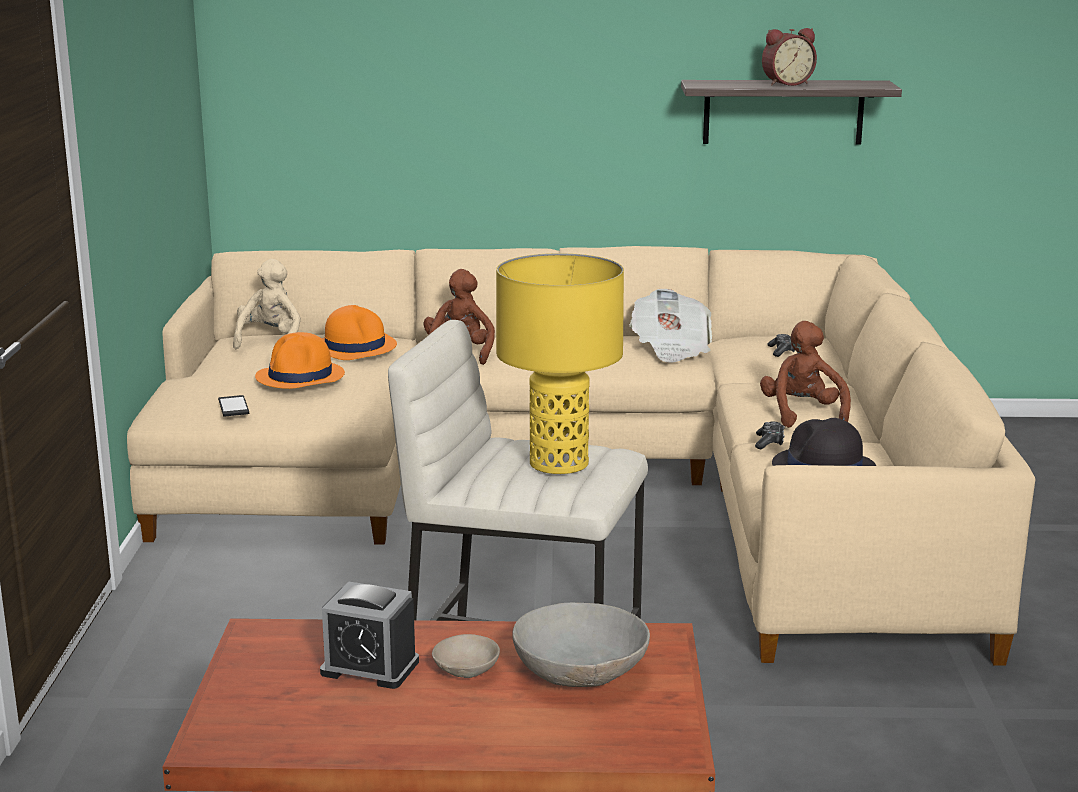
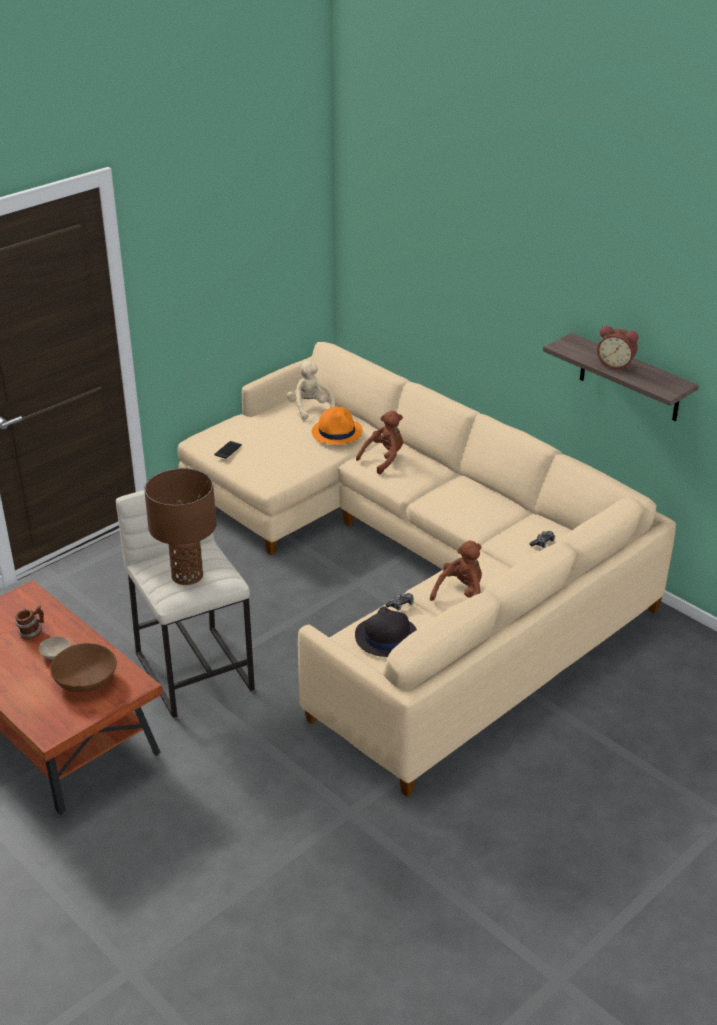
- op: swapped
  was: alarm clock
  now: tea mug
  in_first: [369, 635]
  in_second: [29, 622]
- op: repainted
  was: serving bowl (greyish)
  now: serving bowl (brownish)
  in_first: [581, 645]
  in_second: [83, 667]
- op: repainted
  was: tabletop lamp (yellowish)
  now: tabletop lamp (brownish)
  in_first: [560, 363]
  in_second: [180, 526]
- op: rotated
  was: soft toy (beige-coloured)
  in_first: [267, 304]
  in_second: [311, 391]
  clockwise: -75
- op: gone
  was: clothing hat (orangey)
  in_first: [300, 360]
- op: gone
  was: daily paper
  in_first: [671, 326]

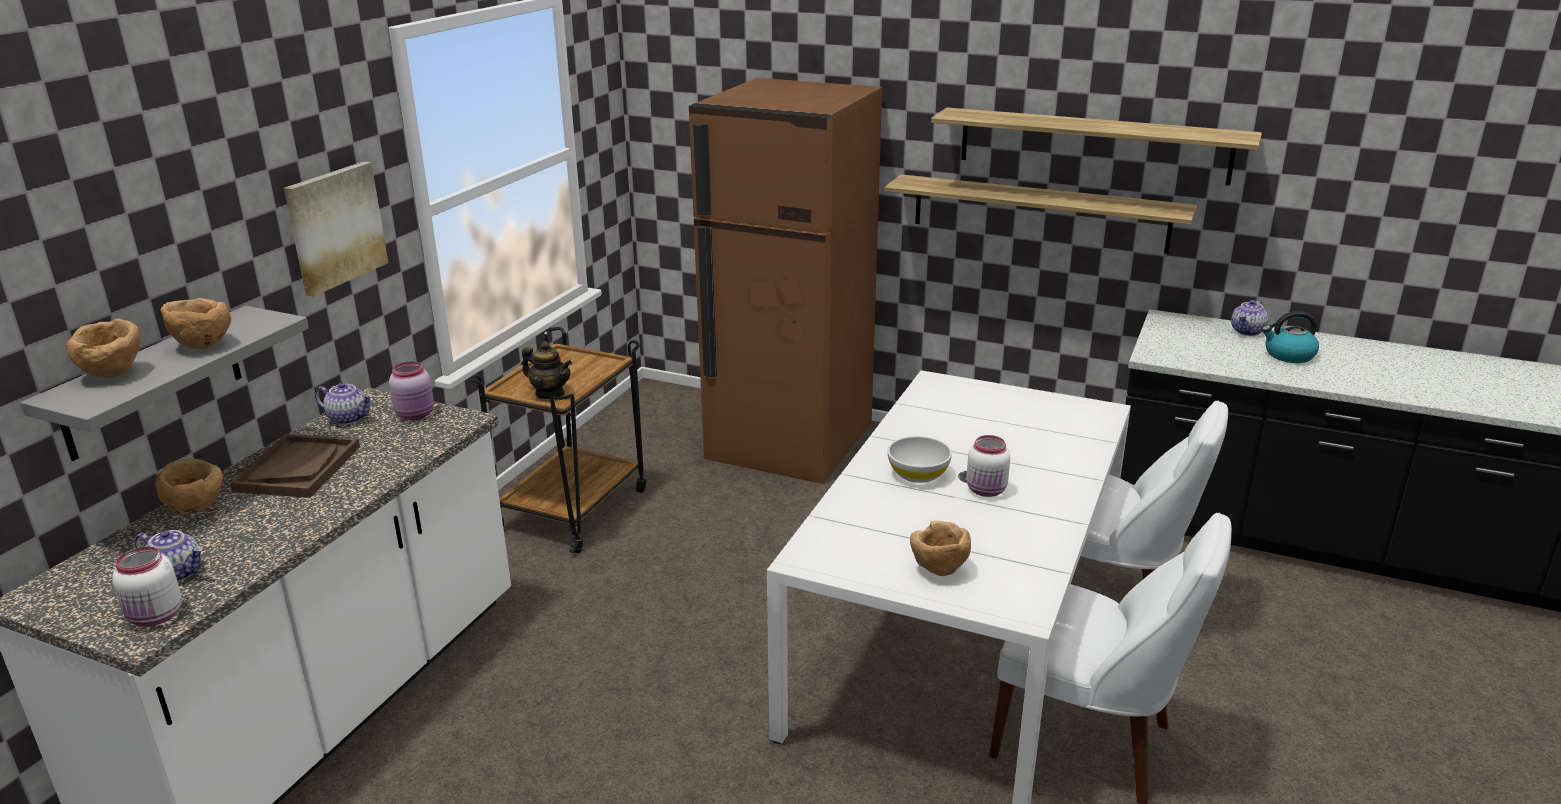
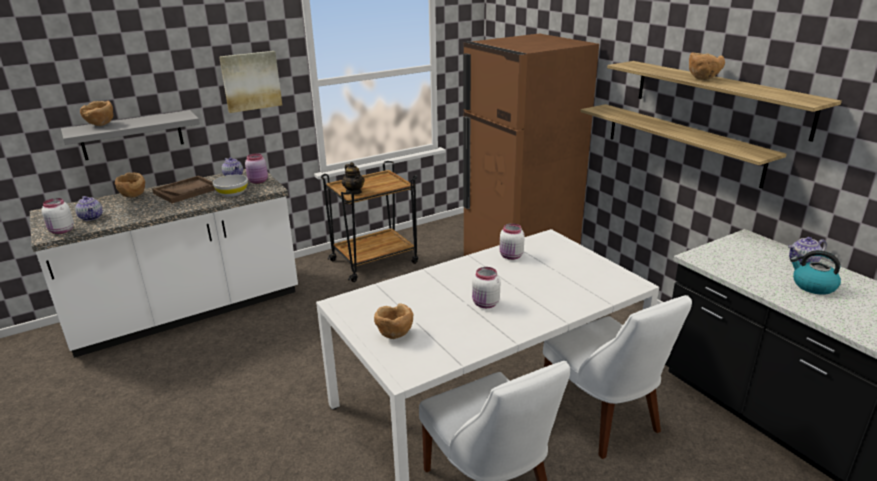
- op: shifted
  was: serving bowl (whitish)
  in_first: [919, 459]
  in_second: [230, 186]
- op: new
  now: jar (whitish)
  in_second: [512, 241]
- op: shifted
  was: serving bowl (brownish)
  in_first: [196, 323]
  in_second: [707, 66]

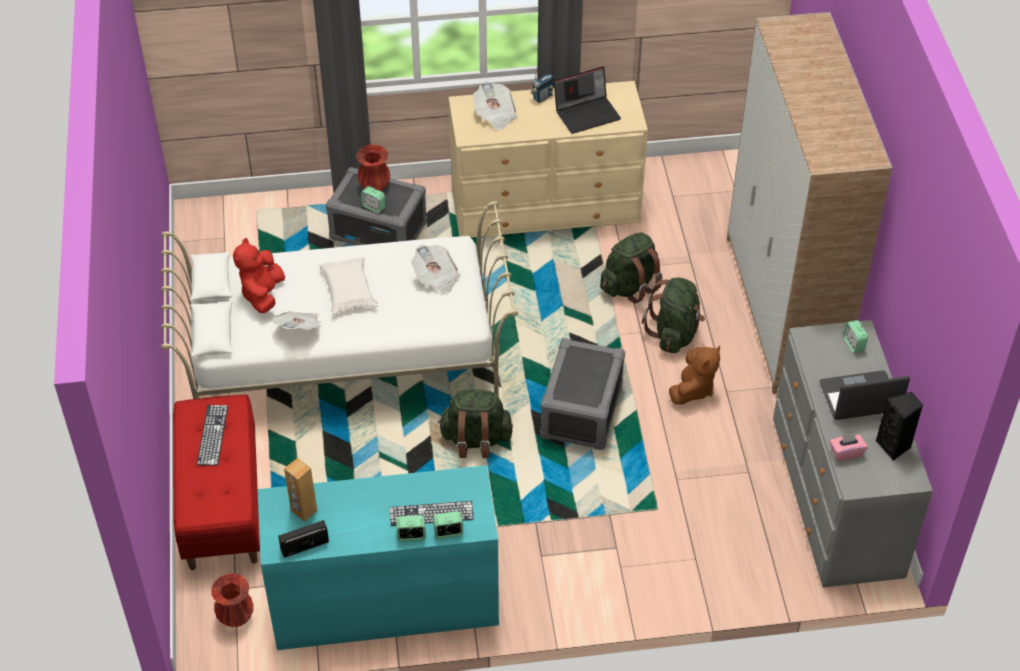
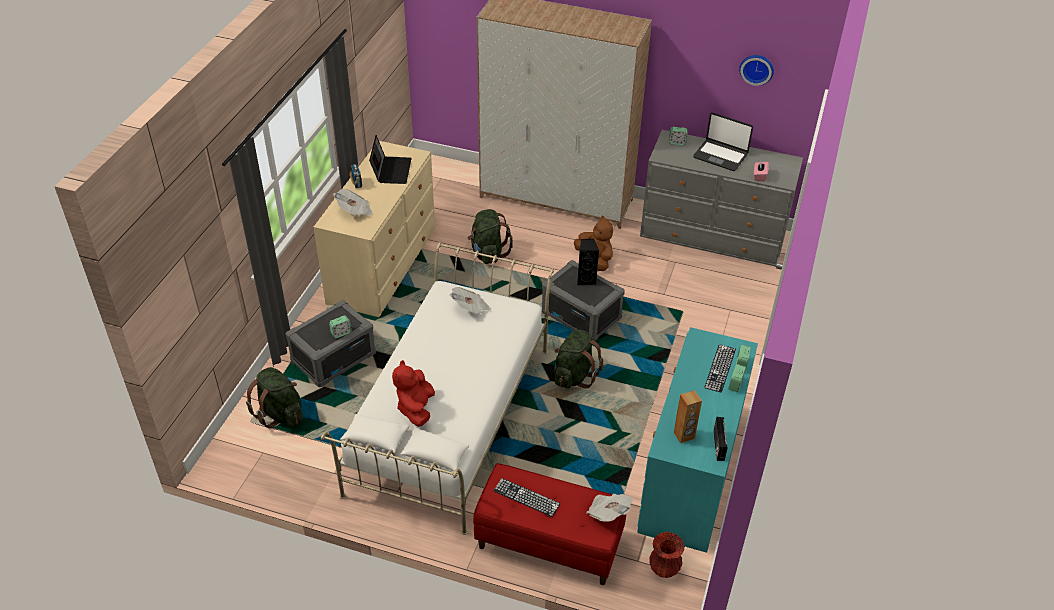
- op: shifted
  was: knapsack (green)
  in_first: [673, 315]
  in_second: [274, 397]
- op: rotated
  was: soft toy (red)
  in_first: [259, 275]
  in_second: [413, 393]
  clockwise: 60
- op: shifted
  was: audio speaker (black-coloured)
  in_first: [899, 426]
  in_second: [588, 262]
- op: shifted
  was: daily paper
  in_first: [296, 320]
  in_second: [609, 508]
- op: rotated
  was: portable computer
  in_first: [865, 395]
  in_second: [723, 141]
  clockwise: -75
- op: new
  now: hanging clock
  in_second: [756, 70]
- op: gone
  was: throw pillow (whitish)
  in_first: [348, 286]
- op: gone
  was: decorative vase (red)
  in_first: [373, 168]

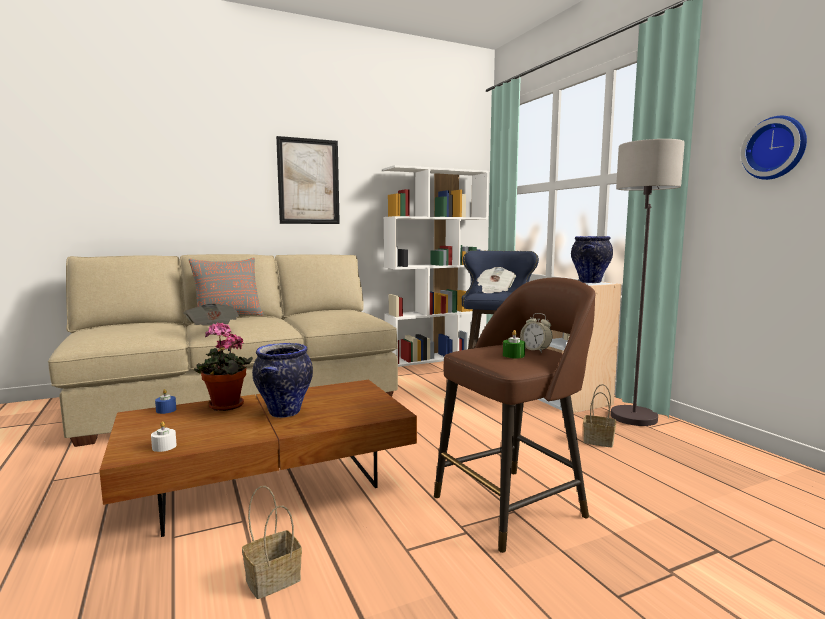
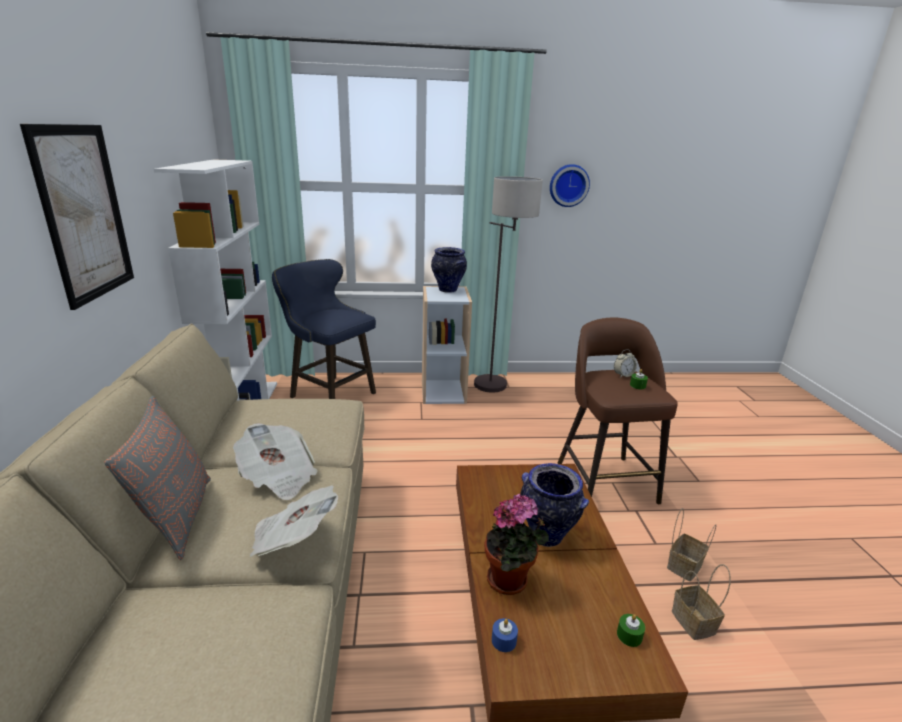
- op: shifted
  was: daily paper
  in_first: [496, 280]
  in_second: [275, 461]
- op: repainted
  was: wax light (whitish)
  now: wax light (green)
  in_first: [164, 436]
  in_second: [631, 630]
- op: shifted
  was: household basket
  in_first: [599, 416]
  in_second: [691, 544]

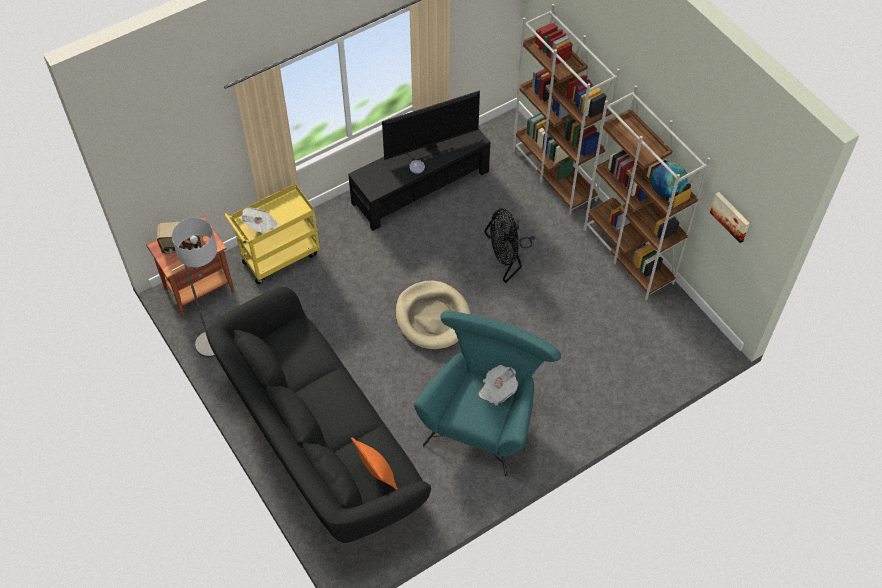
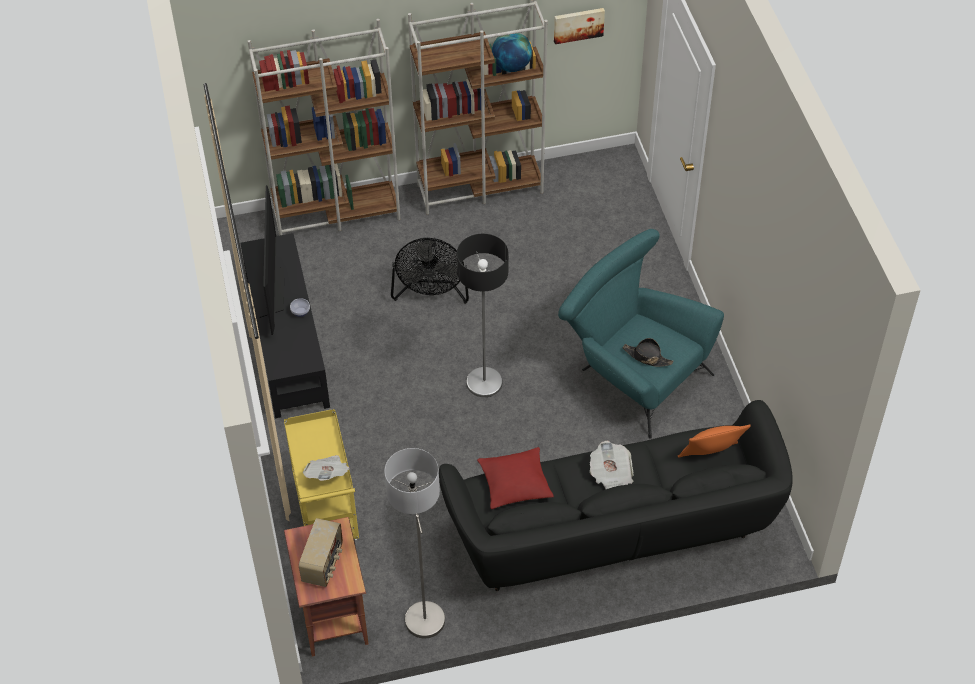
- op: swapped
  was: dog cushion (beige-coloured)
  now: standard lamp
  in_first: [433, 315]
  in_second: [482, 315]
- op: new
  now: throw pillow (red)
  in_second: [515, 478]
- op: shifted
  was: daily paper
  in_first: [498, 385]
  in_second: [611, 465]
- op: new
  now: clothing hat (black-coloured)
  in_second: [648, 352]

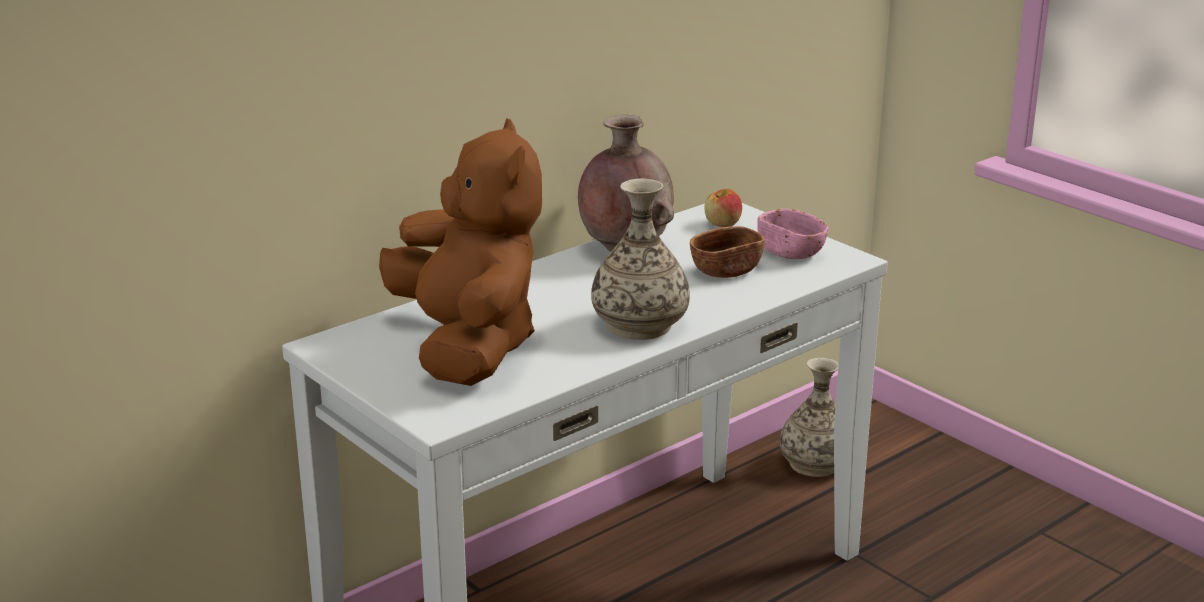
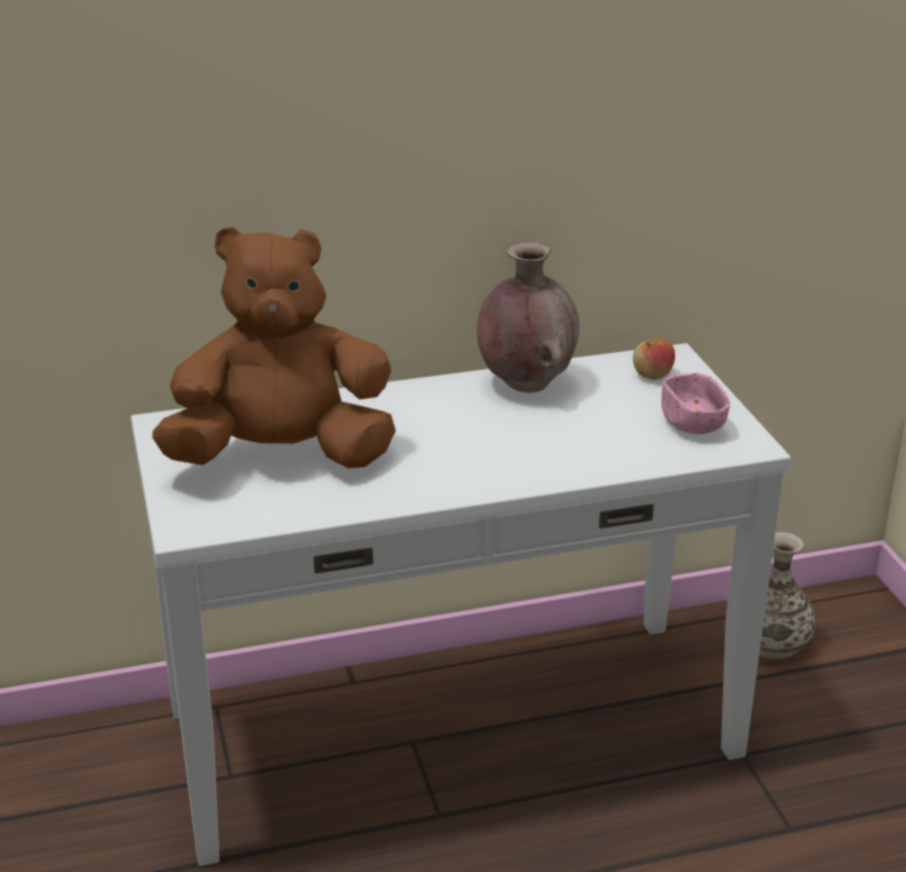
- op: rotated
  was: soft toy (brownish)
  in_first: [460, 252]
  in_second: [274, 347]
  clockwise: -105
- op: gone
  was: decorative vase
  in_first: [640, 259]
- op: gone
  was: serving bowl (brownish)
  in_first: [727, 252]

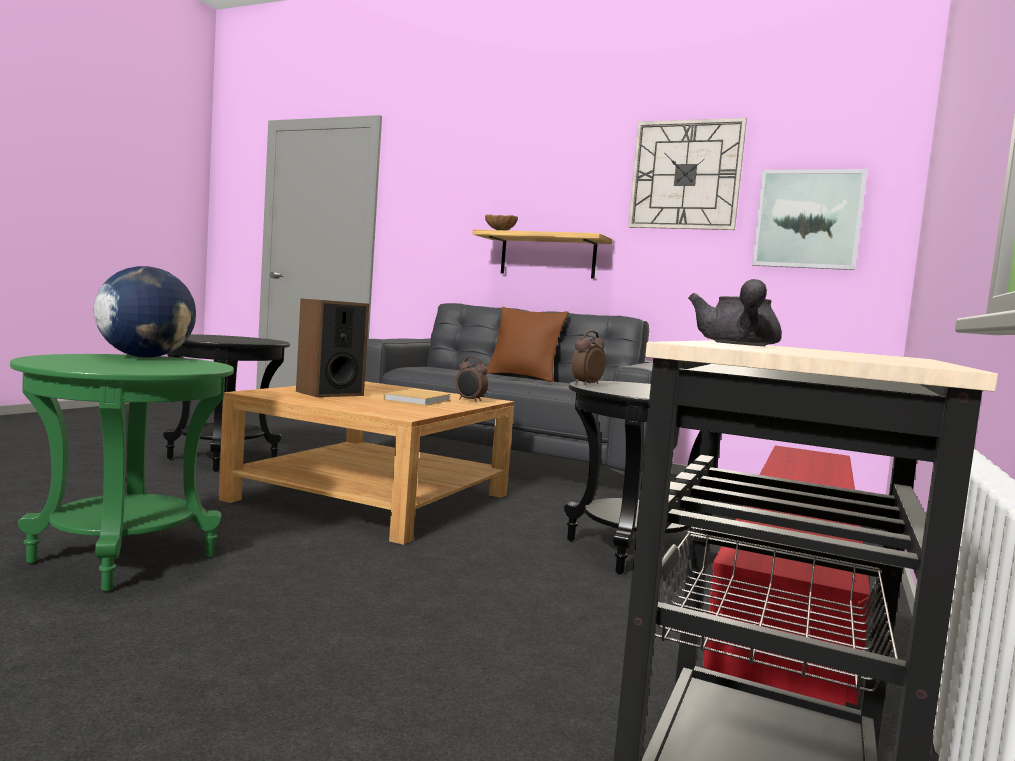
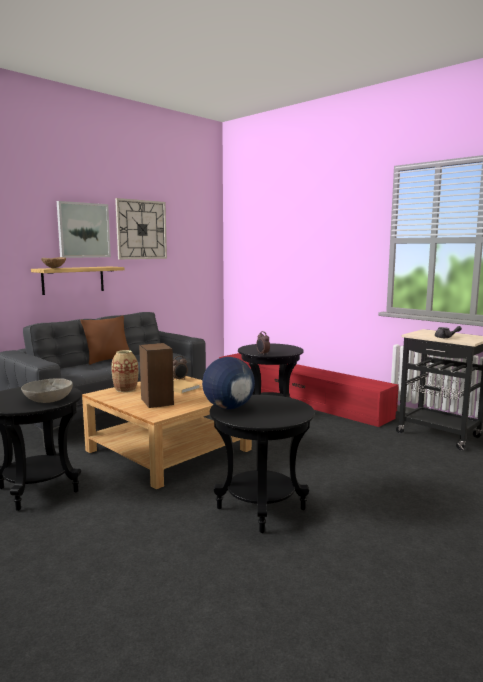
- op: new
  now: serving bowl (greyish)
  in_second: [47, 390]
- op: shifted
  was: wall picture
  in_first: [809, 219]
  in_second: [84, 229]
- op: new
  now: decorative vase
  in_second: [124, 371]
- op: repainted
  was: end table (green)
  now: end table (black-coloured)
  in_first: [122, 473]
  in_second: [262, 464]

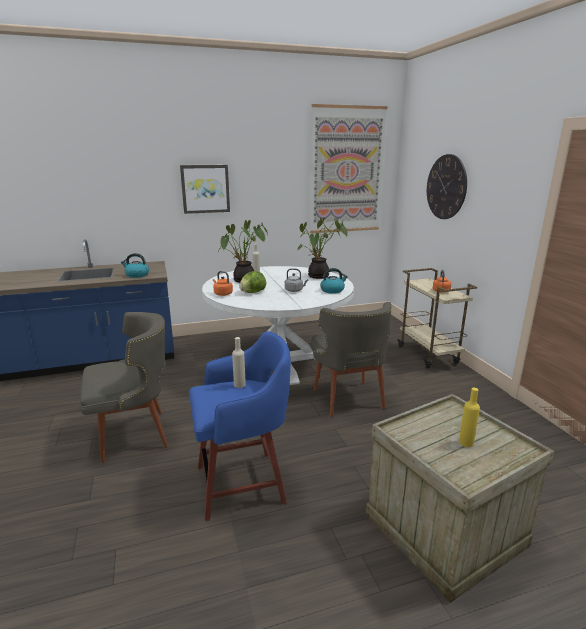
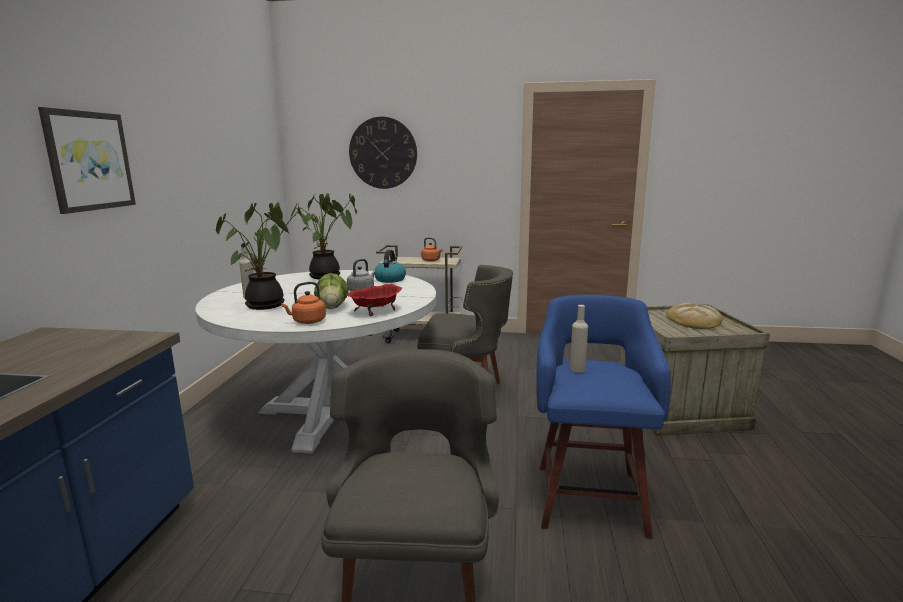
- op: new
  now: serving bowl (red)
  in_second: [374, 300]
- op: swapped
  was: drink bottle (yellowish)
  now: bread
  in_first: [469, 417]
  in_second: [694, 316]
- op: gone
  was: kettle
  in_first: [135, 265]
- op: gone
  was: wall picture
  in_first: [349, 168]

